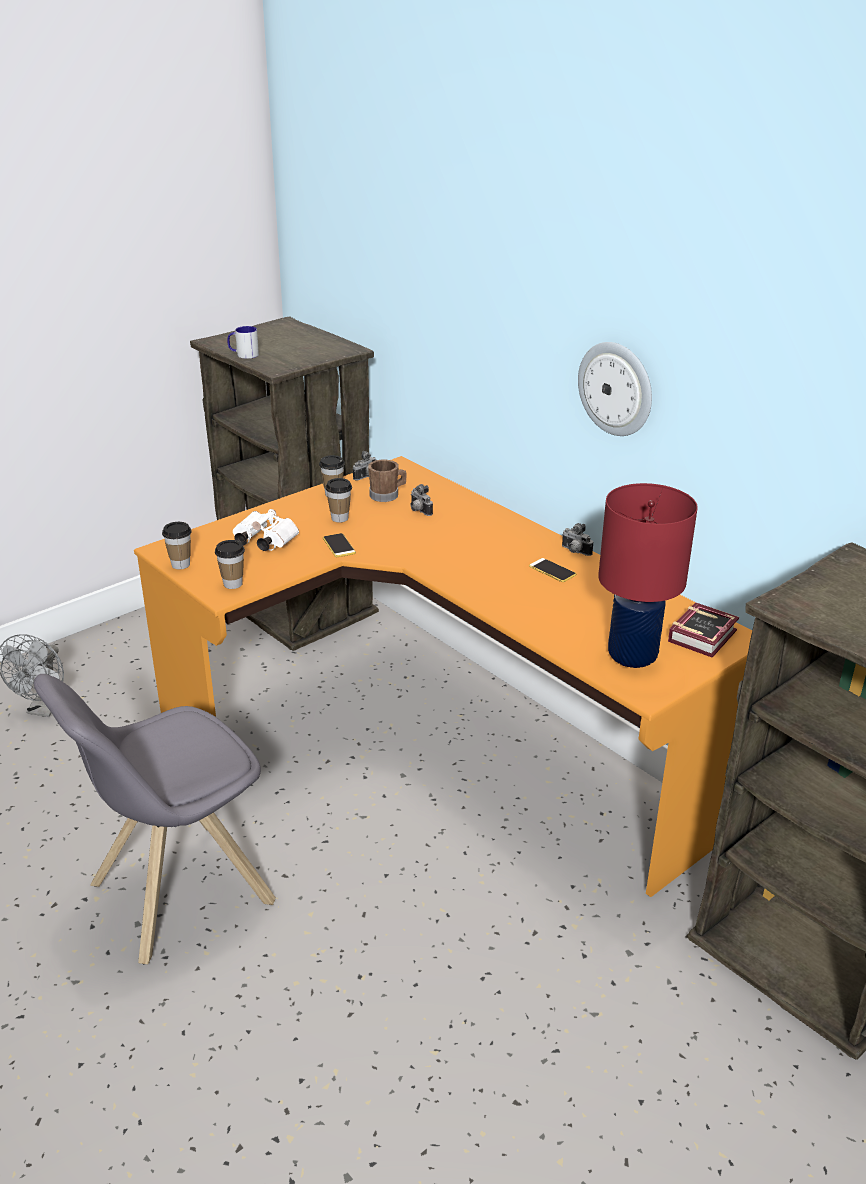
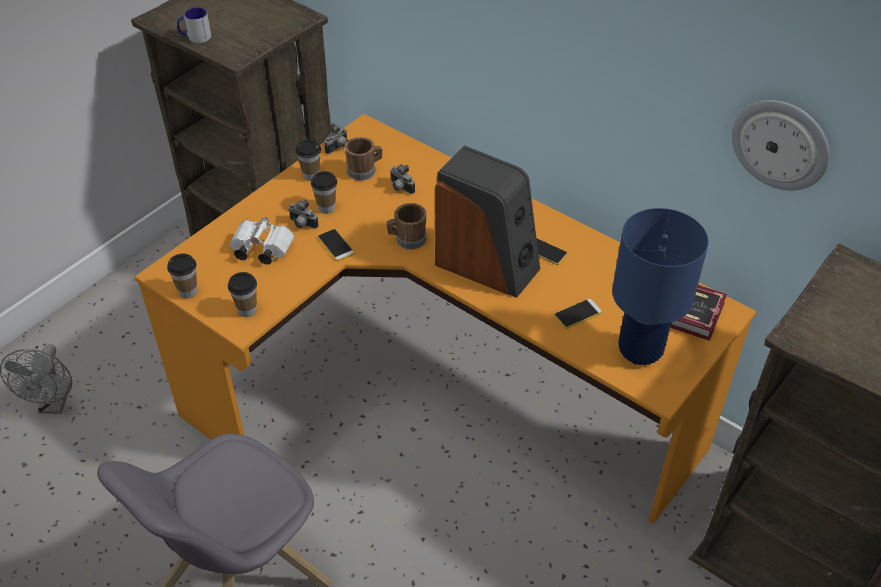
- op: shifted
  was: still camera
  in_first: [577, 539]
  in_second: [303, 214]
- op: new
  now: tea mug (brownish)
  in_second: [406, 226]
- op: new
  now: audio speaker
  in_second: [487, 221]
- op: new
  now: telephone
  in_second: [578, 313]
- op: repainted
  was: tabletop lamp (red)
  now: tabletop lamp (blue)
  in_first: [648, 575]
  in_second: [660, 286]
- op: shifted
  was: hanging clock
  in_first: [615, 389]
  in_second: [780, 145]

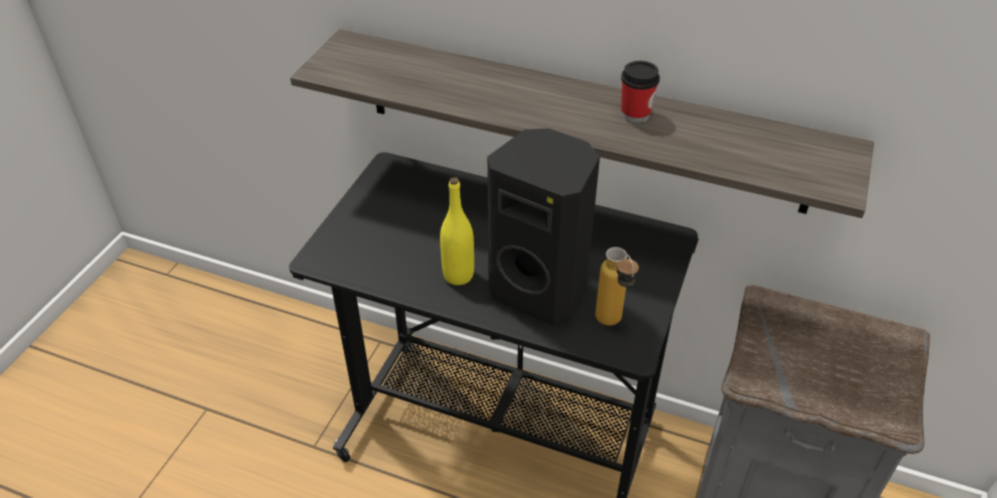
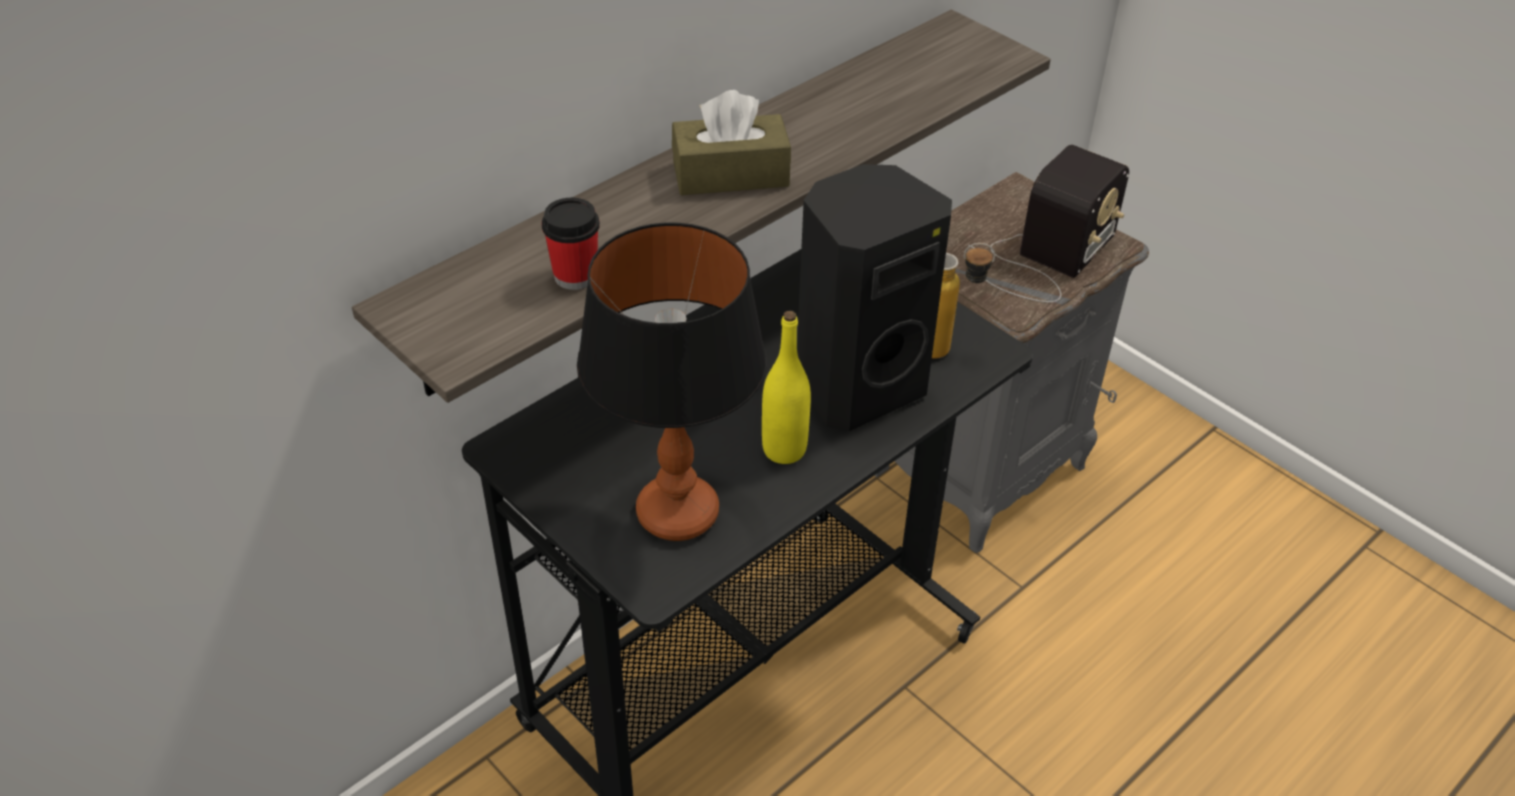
- op: shifted
  was: small cup
  in_first: [640, 92]
  in_second: [571, 244]
- op: new
  now: tabletop lamp
  in_second: [672, 381]
- op: new
  now: tissue box (brownish)
  in_second: [731, 142]
- op: new
  now: radio set
  in_second: [1048, 223]

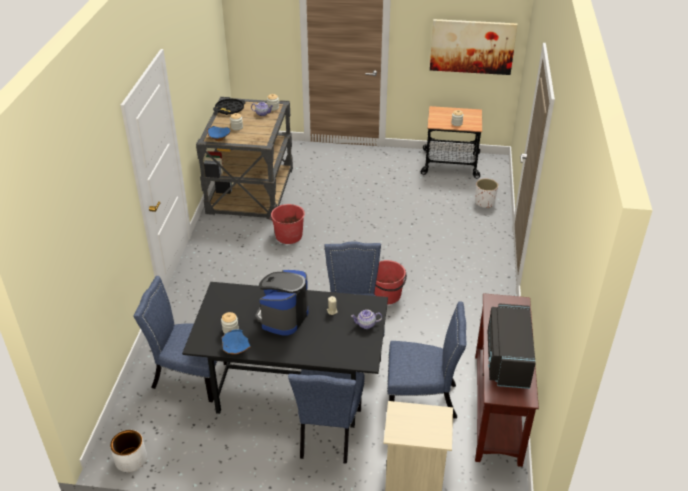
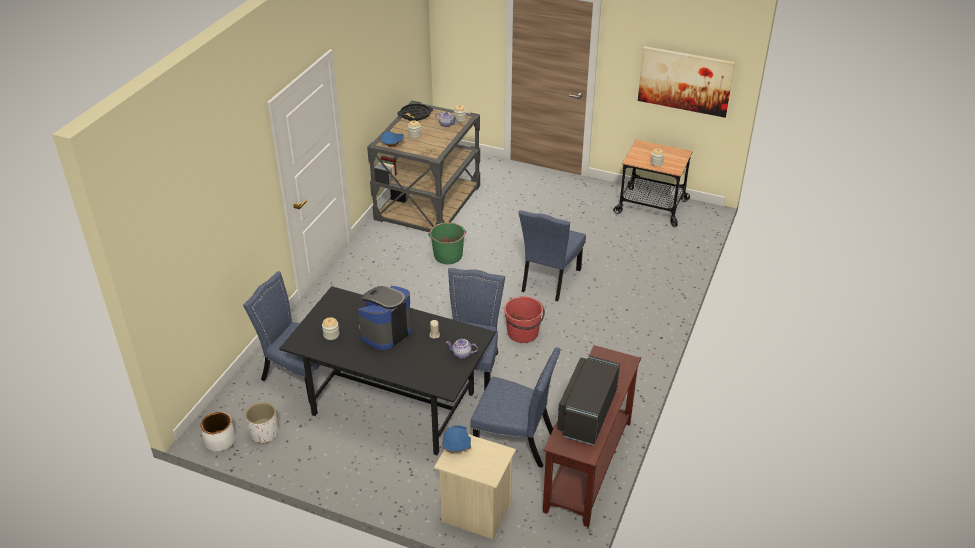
- op: shifted
  was: plant pot (whitish)
  in_first: [486, 193]
  in_second: [261, 423]
- op: repainted
  was: water bucket (red)
  now: water bucket (green)
  in_first: [287, 224]
  in_second: [447, 243]
- op: shifted
  was: serving bowl (blue)
  in_first: [236, 341]
  in_second: [456, 439]
- op: shifted
  was: plain chair (blue)
  in_first: [326, 416]
  in_second: [552, 255]

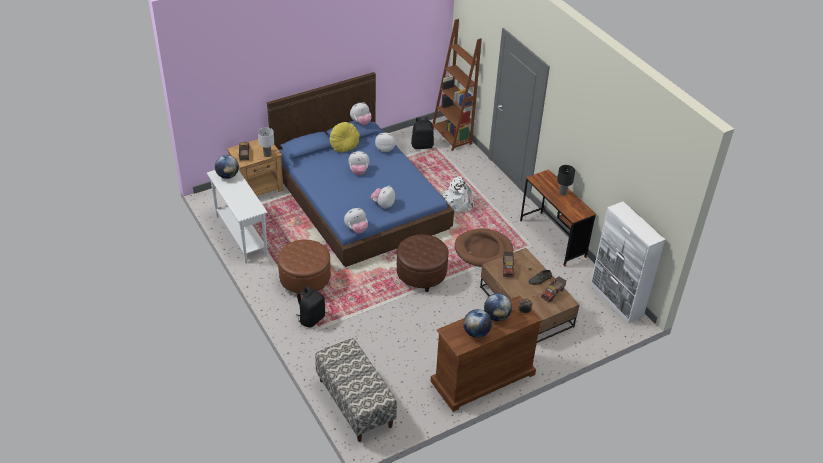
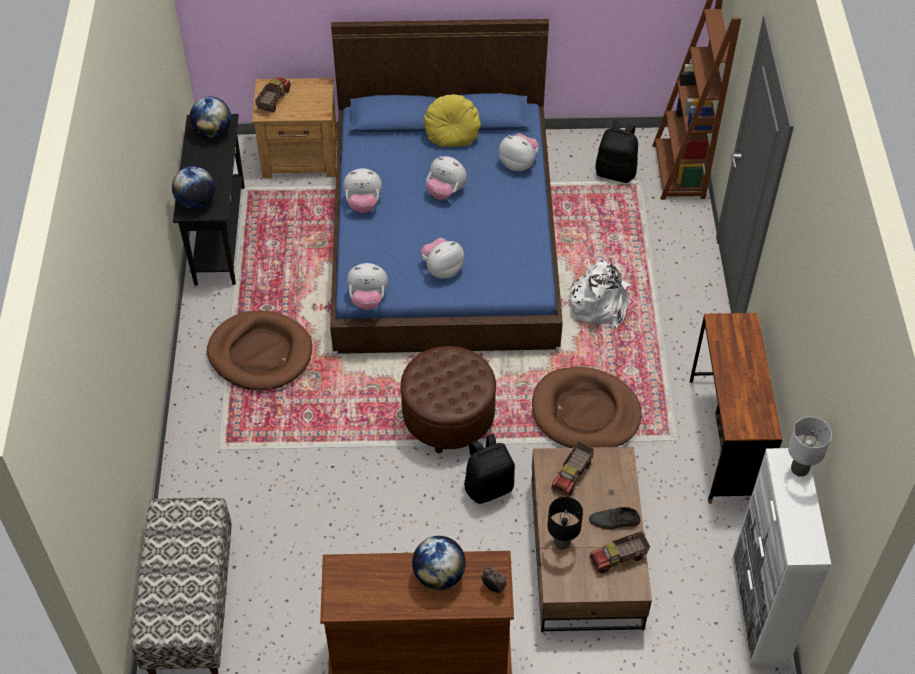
- op: shifted
  was: world globe
  in_first: [477, 323]
  in_second: [193, 187]
- op: repainted
  was: console table (whitish)
  now: console table (black-coloured)
  in_first: [237, 216]
  in_second: [209, 200]
- op: swapped
  was: footrest (brownish)
  now: dog cushion (brownish)
  in_first: [304, 266]
  in_second: [259, 350]
- op: shifted
  was: soft toy
  in_first: [361, 113]
  in_second: [362, 190]
- op: shifted
  was: knapsack (black-coloured)
  in_first: [310, 306]
  in_second: [489, 469]
- op: shifted
  was: tabletop lamp (black-coloured)
  in_first: [566, 180]
  in_second: [565, 523]
- op: shifted
  was: tabletop lamp (whitish)
  in_first: [266, 142]
  in_second: [810, 446]

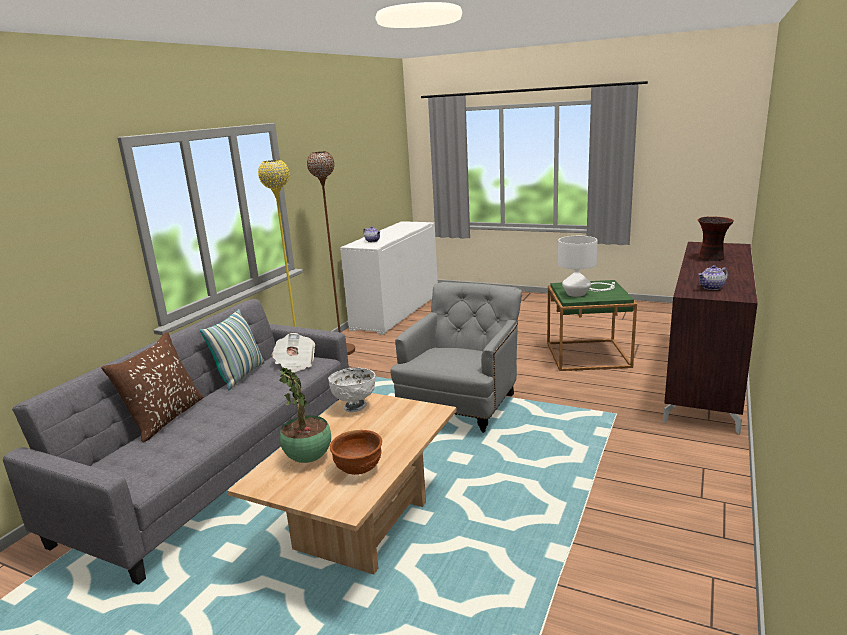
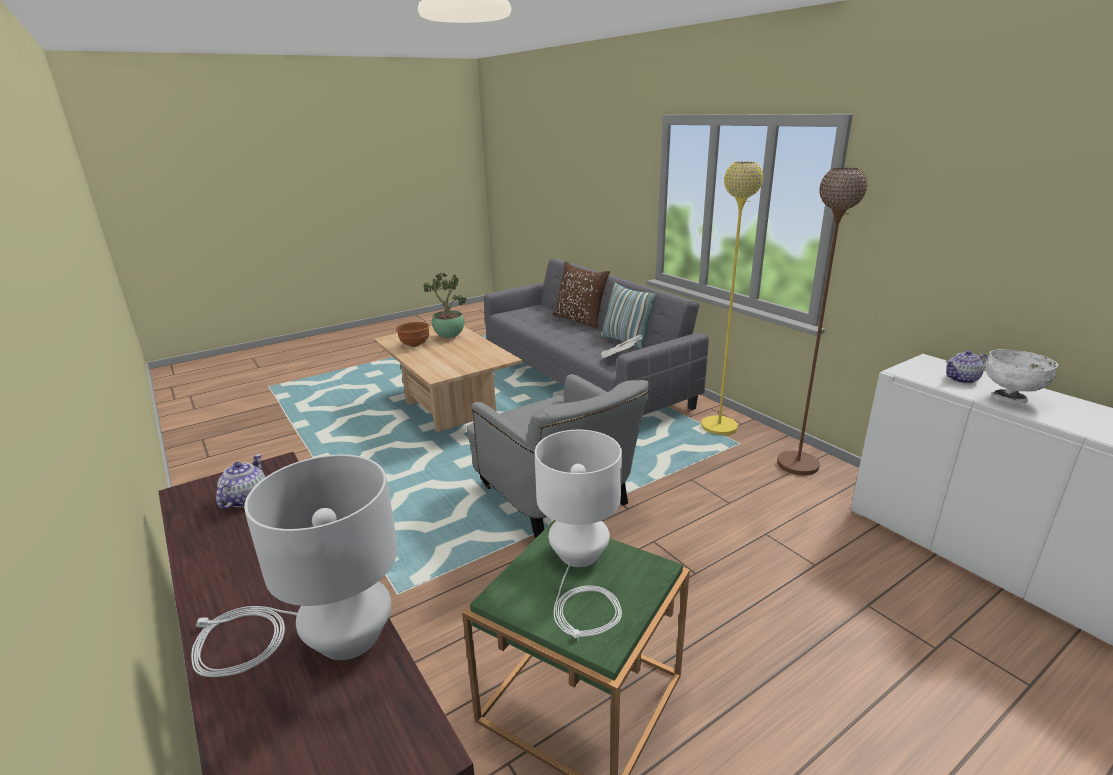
- op: swapped
  was: decorative vase
  now: tabletop lamp (greyish)
  in_first: [716, 238]
  in_second: [294, 566]
- op: shifted
  was: serving bowl (whitish)
  in_first: [351, 390]
  in_second: [1021, 376]

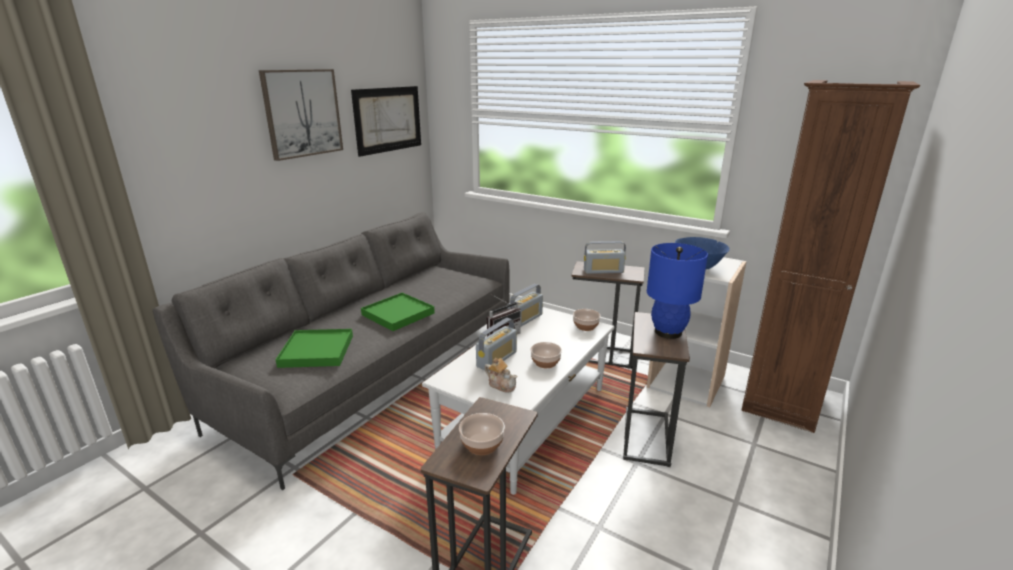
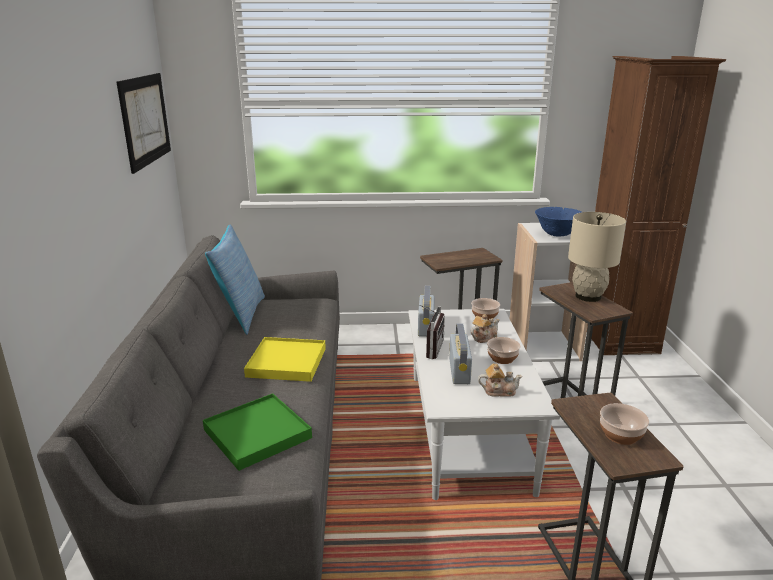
- op: new
  now: throw pillow
  in_second: [235, 280]
- op: repainted
  was: carrying tray (green)
  now: carrying tray (yellowish)
  in_first: [398, 312]
  in_second: [285, 359]
- op: new
  now: teapot
  in_second: [484, 328]
- op: repainted
  was: tabletop lamp (blue)
  now: tabletop lamp (beige-coloured)
  in_first: [677, 291]
  in_second: [597, 257]
- op: gone
  was: wall picture
  in_first: [301, 115]
- op: gone
  was: radio set
  in_first: [605, 257]

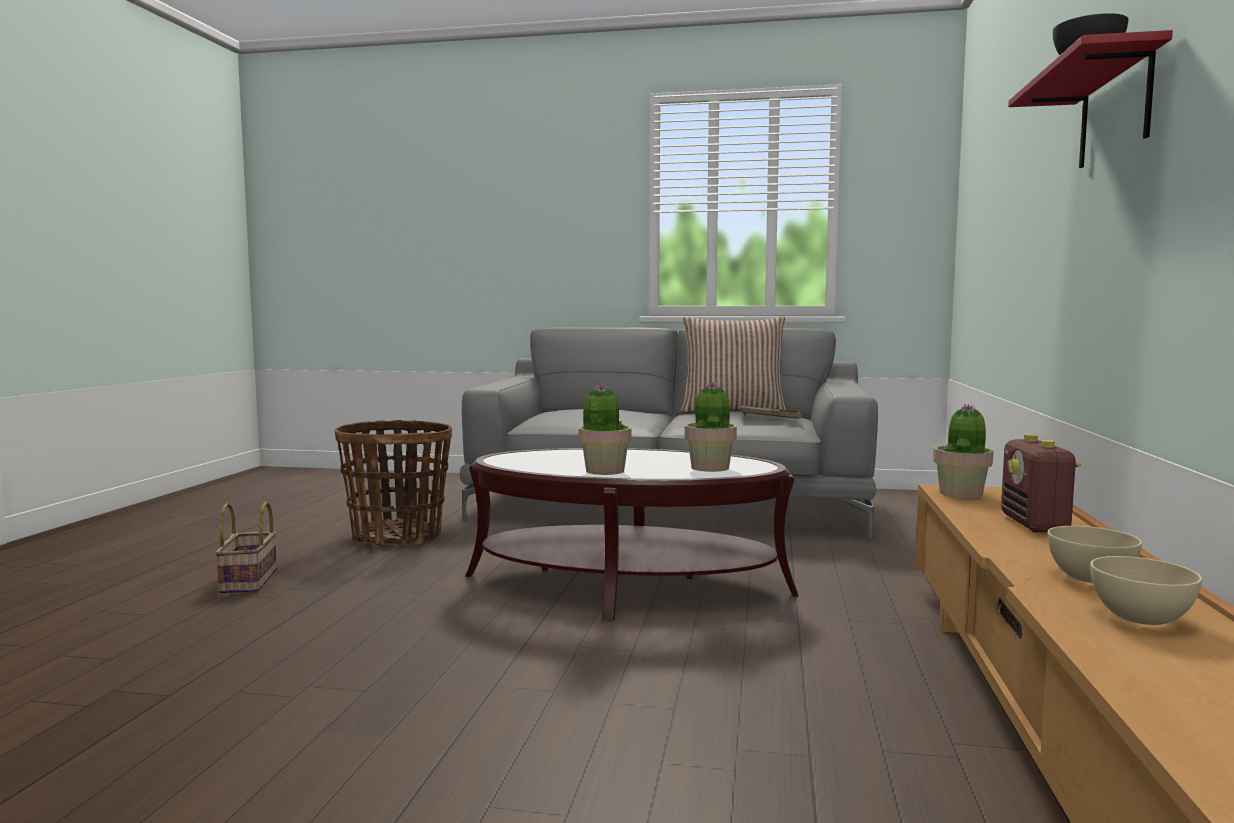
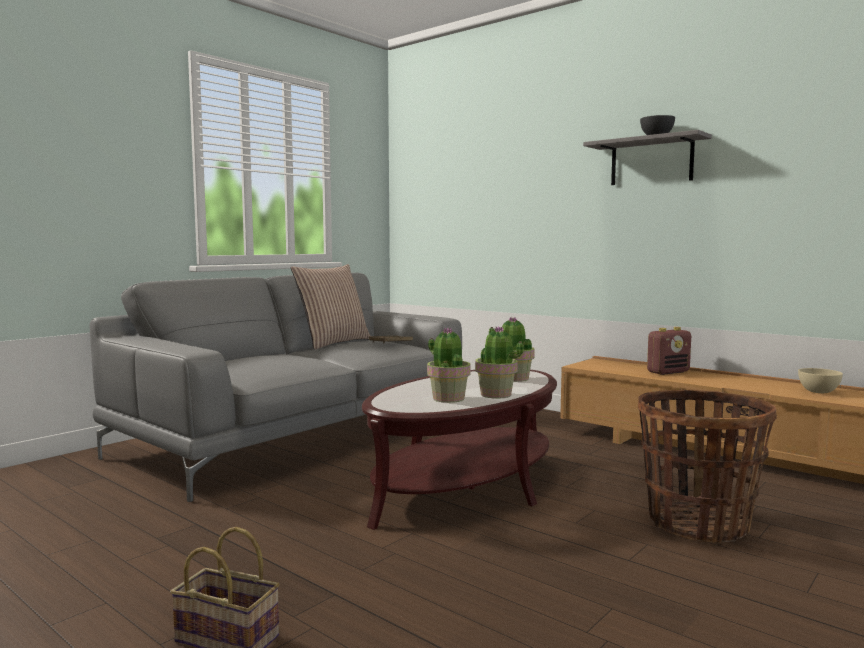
- op: shifted
  was: potted plant
  in_first: [963, 451]
  in_second: [449, 365]
- op: repainted
  was: shelf (red)
  now: shelf (greyish)
  in_first: [1090, 99]
  in_second: [647, 157]
- op: shifted
  was: household basket
  in_first: [393, 482]
  in_second: [707, 467]
- op: rotated
  was: radio set
  in_first: [1041, 483]
  in_second: [669, 351]
  clockwise: -60
- op: gone
  was: serving bowl (beige-coloured)
  in_first: [1094, 554]

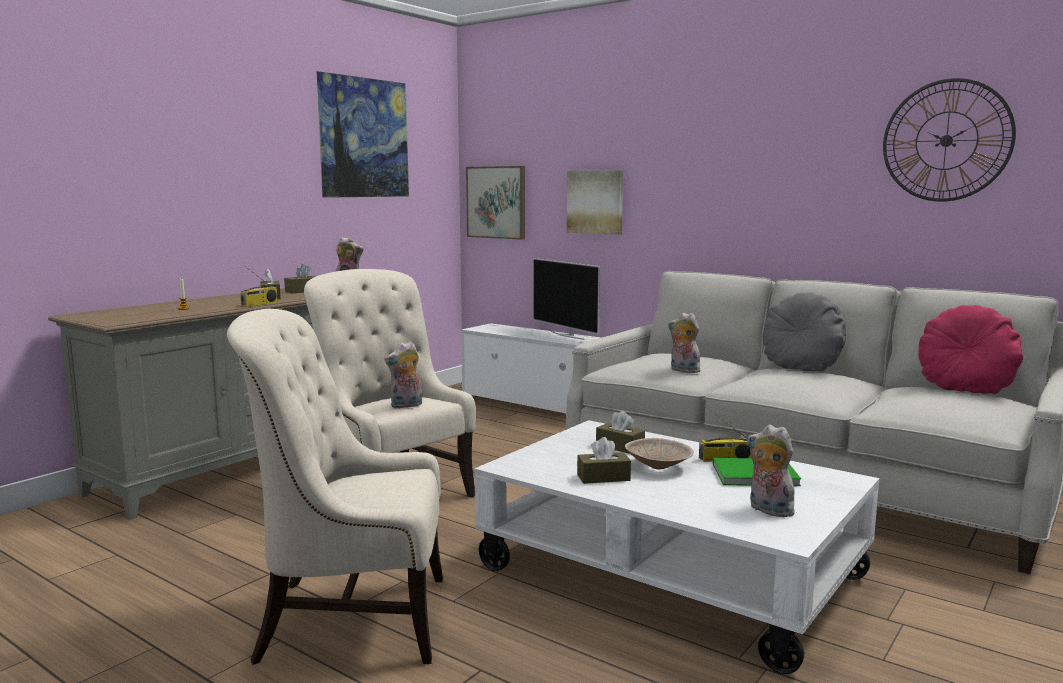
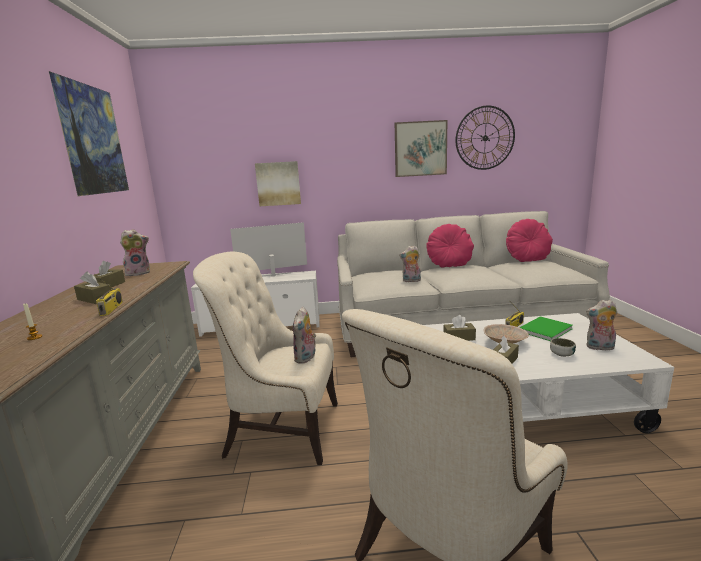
- op: rotated
  was: television
  in_first: [566, 299]
  in_second: [268, 249]
  clockwise: 150
- op: shifted
  was: wall picture
  in_first: [495, 203]
  in_second: [421, 148]
- op: repainted
  was: throw pillow (greyish)
  now: throw pillow (pink)
  in_first: [804, 332]
  in_second: [450, 245]
- op: new
  now: serving bowl
  in_second: [563, 347]

